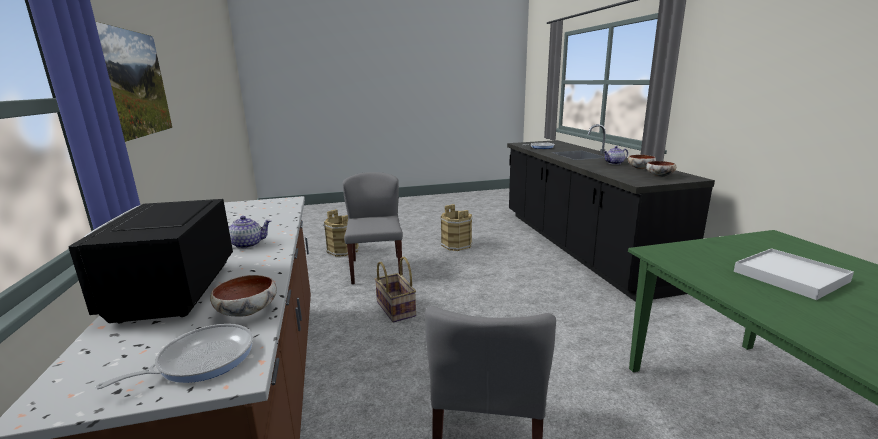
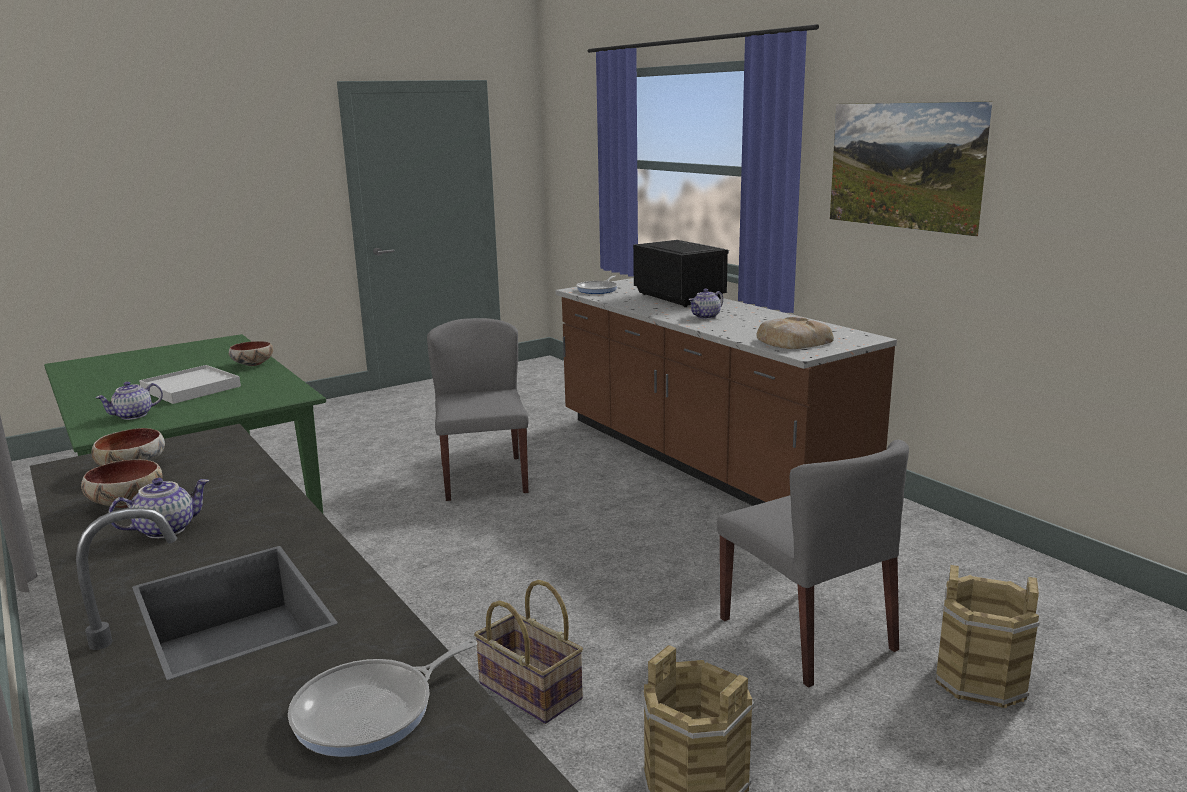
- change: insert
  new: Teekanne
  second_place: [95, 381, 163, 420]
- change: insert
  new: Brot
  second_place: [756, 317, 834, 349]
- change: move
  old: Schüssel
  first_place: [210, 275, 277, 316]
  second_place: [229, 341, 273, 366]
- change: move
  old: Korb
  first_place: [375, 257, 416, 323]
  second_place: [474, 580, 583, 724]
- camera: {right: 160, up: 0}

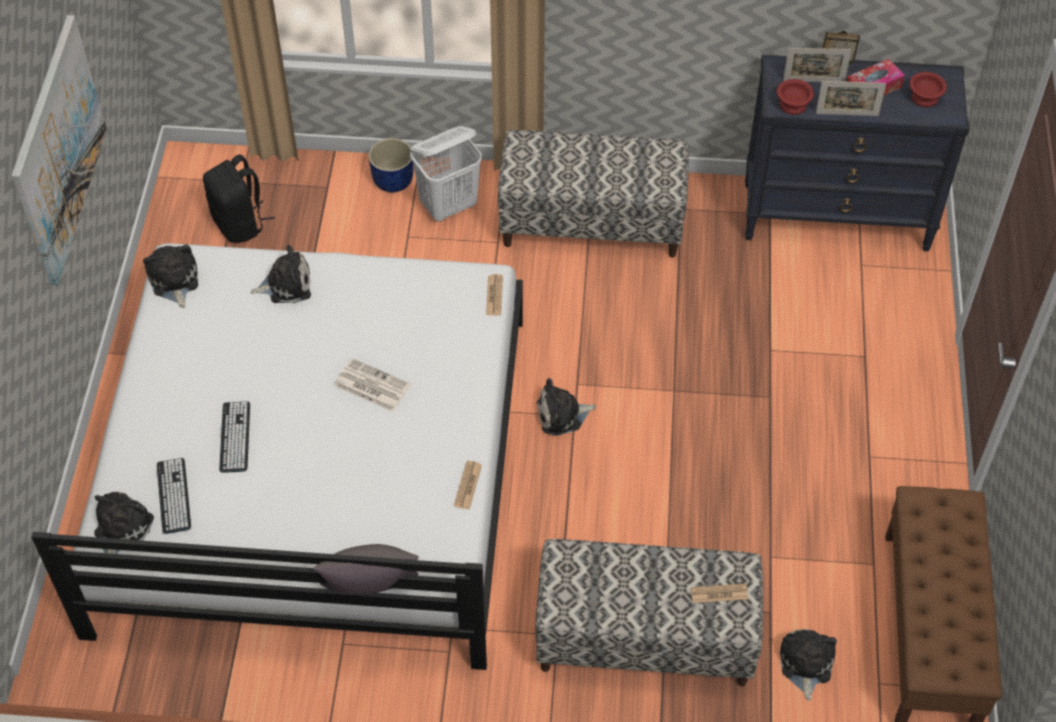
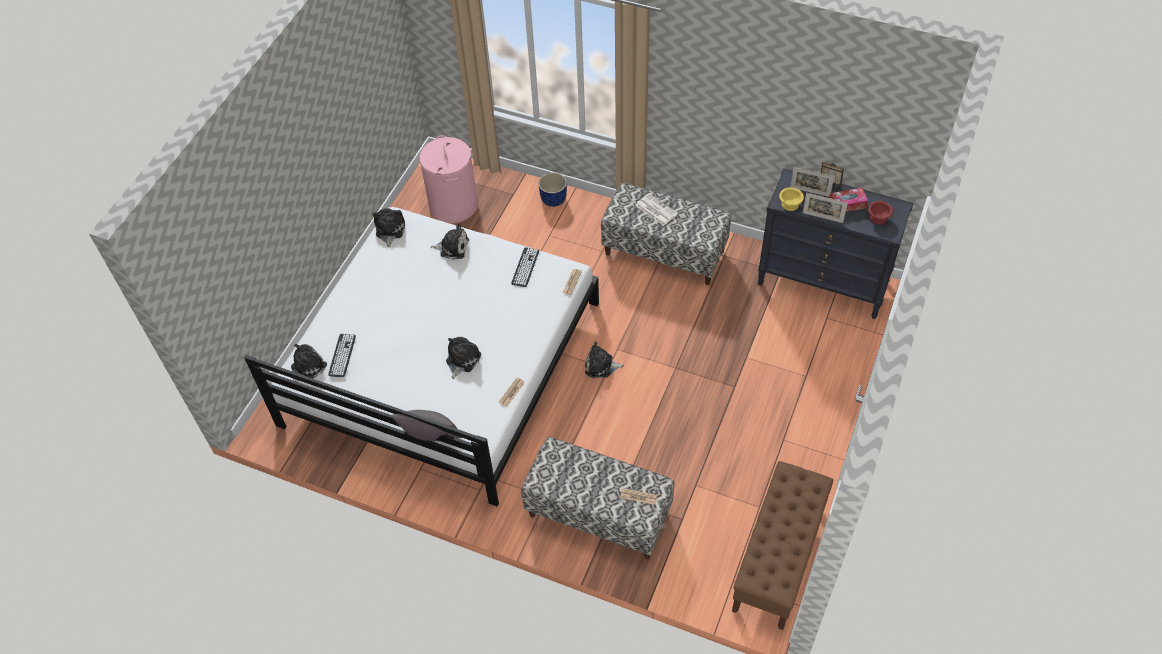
- change: delete
  old: Bild
  first_place: [12, 15, 107, 285]
- change: delete
  old: Wäschekorb (weiß)
  first_place: [410, 126, 482, 221]
- change: move
  old: Tastatur
  first_place: [219, 401, 250, 473]
  second_place: [511, 247, 539, 287]
- change: move
  old: Zeitung
  first_place: [334, 358, 411, 412]
  second_place: [635, 193, 678, 226]
- change: move
  old: Plüschtier
  first_place: [780, 629, 837, 701]
  second_place: [446, 337, 481, 379]
- change: replace
  old: Rucksack (schwarz)
  new: Wäschekorb (rosa)
  first_place: [203, 154, 275, 243]
  second_place: [419, 135, 478, 223]
- change: recolor
  old: Schüssel (rot)
  new: Schüssel (gelb)
  first_place: [777, 79, 814, 115]
  second_place: [779, 187, 804, 211]
- camera: {right: 20, up: 0}

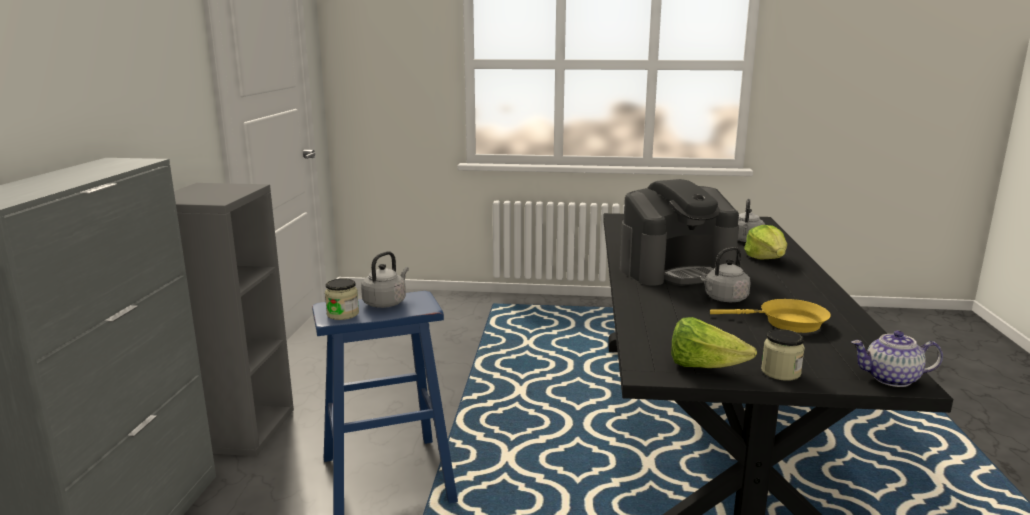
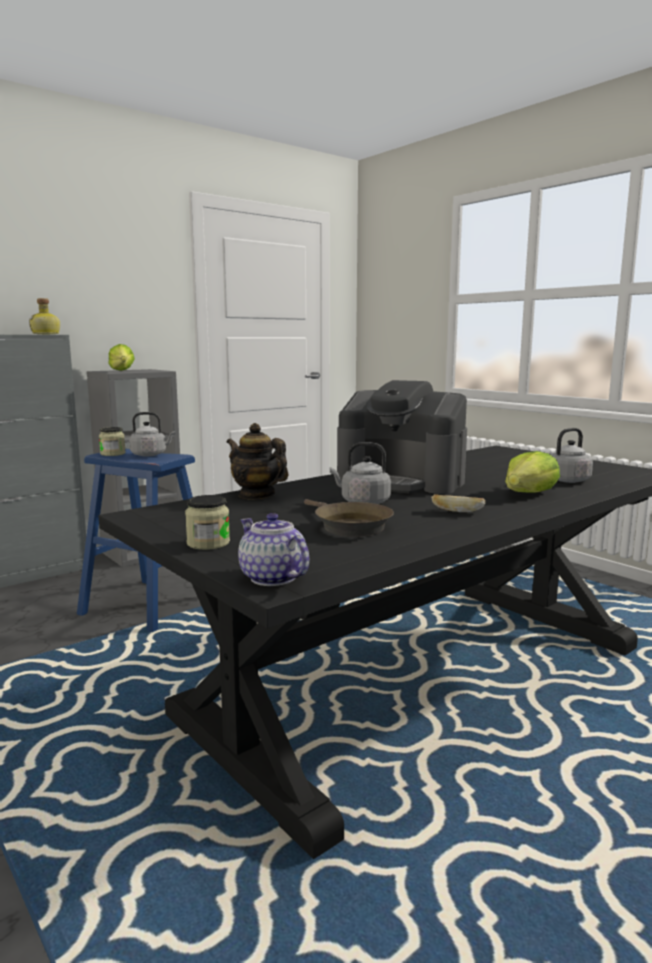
- change: insert
  new: Flasche
  second_place: [29, 298, 60, 334]
- change: insert
  new: Teekanne
  second_place: [227, 423, 288, 500]
- change: insert
  new: Brot
  second_place: [431, 494, 485, 512]
- change: move
  old: Salatkopf
  first_place: [671, 317, 757, 368]
  second_place: [108, 344, 135, 371]
- change: recolor
  old: Pfanne (gelb)
  new: Pfanne (braun)
  first_place: [710, 299, 831, 333]
  second_place: [304, 499, 394, 537]
- camera: {right: 45, up: -5}

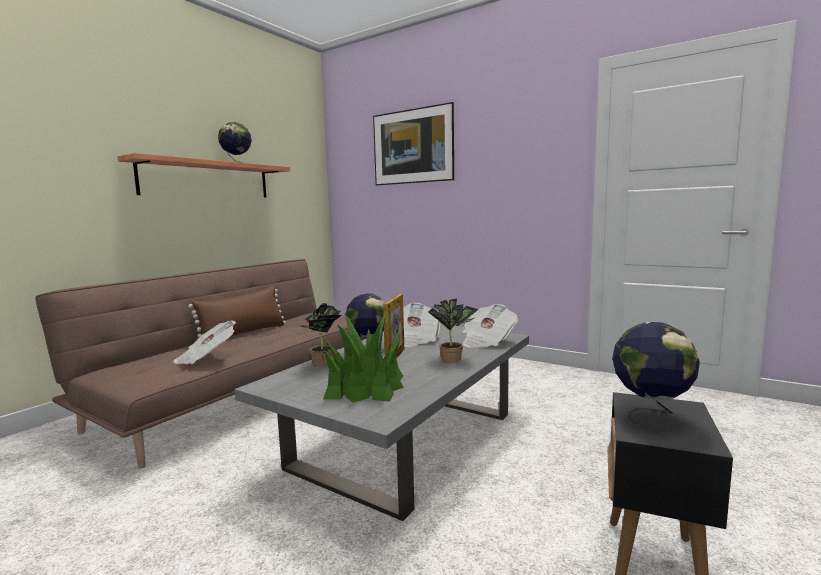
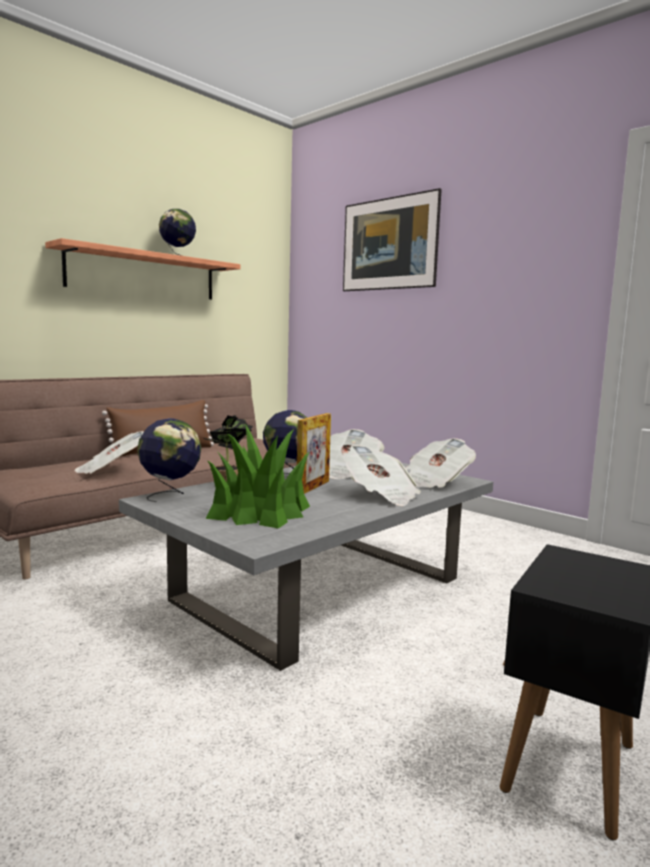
- change: move
  old: Globus
  first_place: [612, 322, 700, 432]
  second_place: [137, 418, 201, 502]
- change: replace
  old: Topfpflanze
  new: Zeitung
  first_place: [428, 299, 479, 363]
  second_place: [343, 445, 421, 506]
- camera: {right: 10, up: 0}

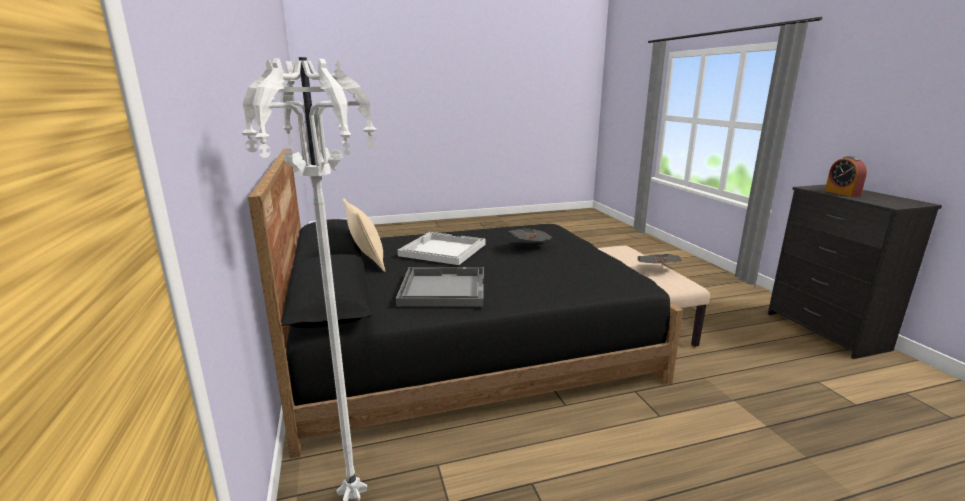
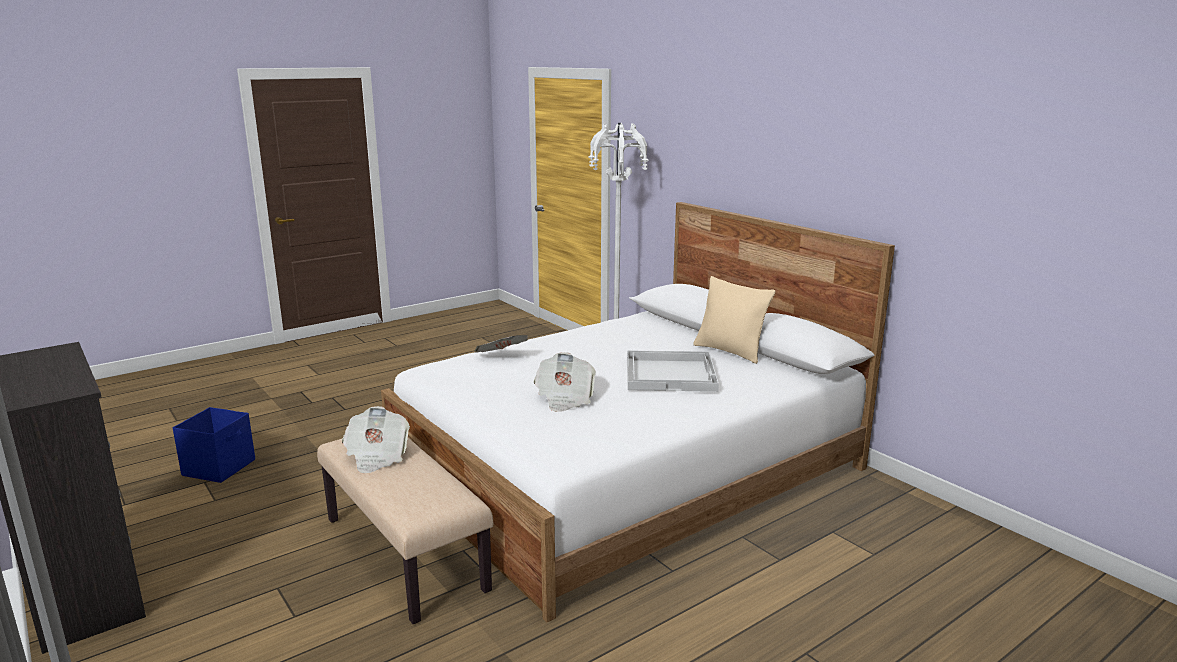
- change: delete
  old: Tablett (grau)
  first_place: [396, 267, 484, 306]
- change: delete
  old: Wecker
  first_place: [825, 156, 867, 197]
- change: insert
  new: Aufbewahrungsbox (blau)
  second_place: [173, 407, 255, 483]
- change: insert
  new: Zeitung
  second_place: [475, 335, 528, 353]
- change: recolor
  old: Bett (schwarz)
  new: Bett (weiß)
  first_place: [248, 148, 683, 458]
  second_place: [381, 202, 895, 623]
- camera: {right: 160, up: 0}

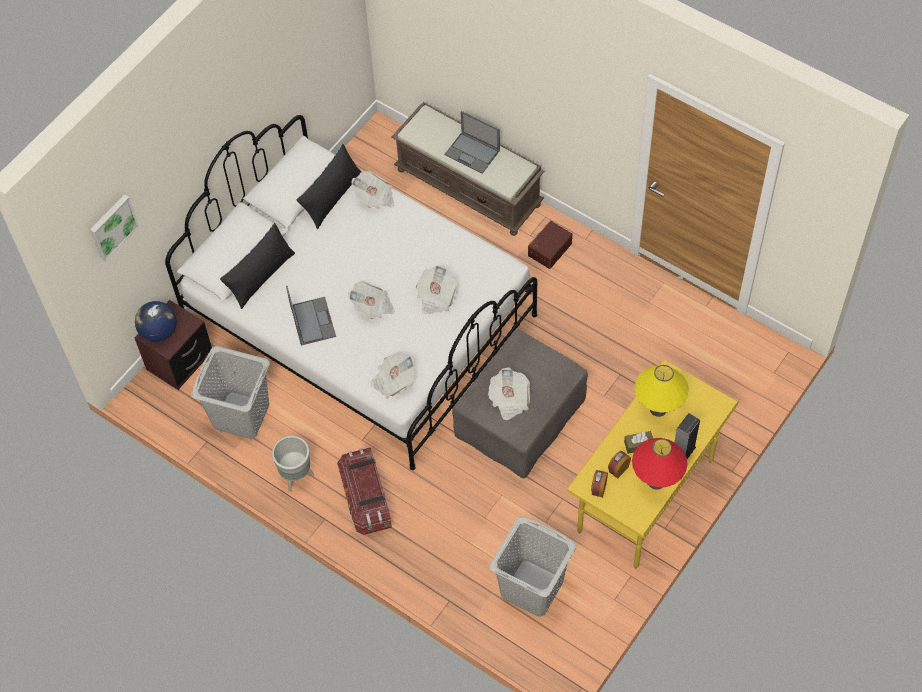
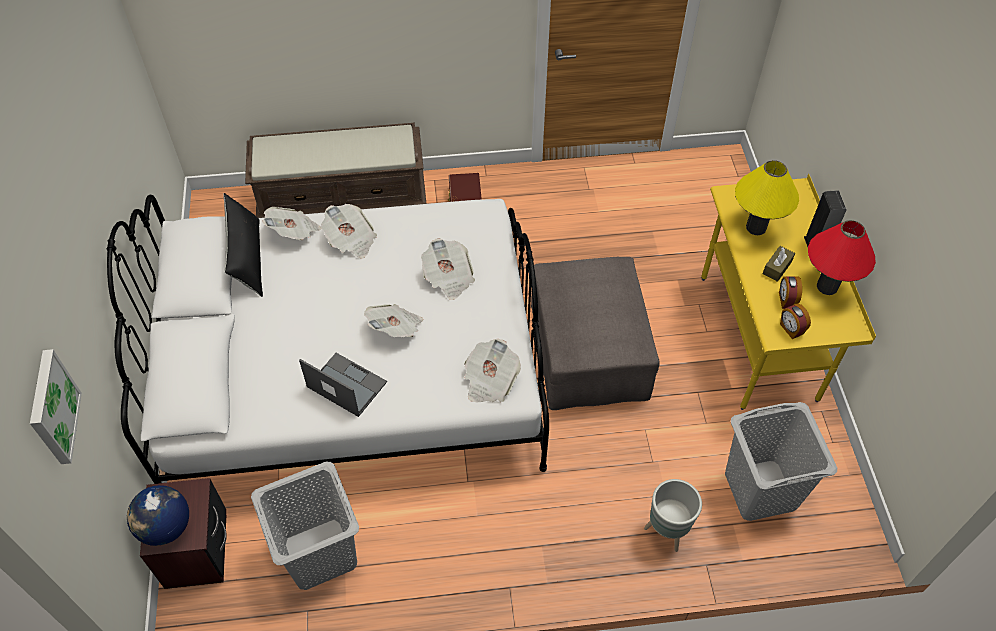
- change: delete
  old: Kissen (schwarz)
  first_place: [220, 223, 295, 309]
- change: delete
  old: Aufbewahrungsbox
  first_place: [337, 447, 392, 535]
- change: delete
  old: Laptop
  first_place: [444, 111, 500, 174]
- change: move
  old: Pflanzkübel (grau)
  first_place: [272, 436, 314, 492]
  second_place: [644, 479, 702, 552]
- change: move
  old: Zeitung
  first_place: [488, 368, 530, 420]
  second_place: [321, 204, 377, 259]
- camera: {right: -45, up: -5}

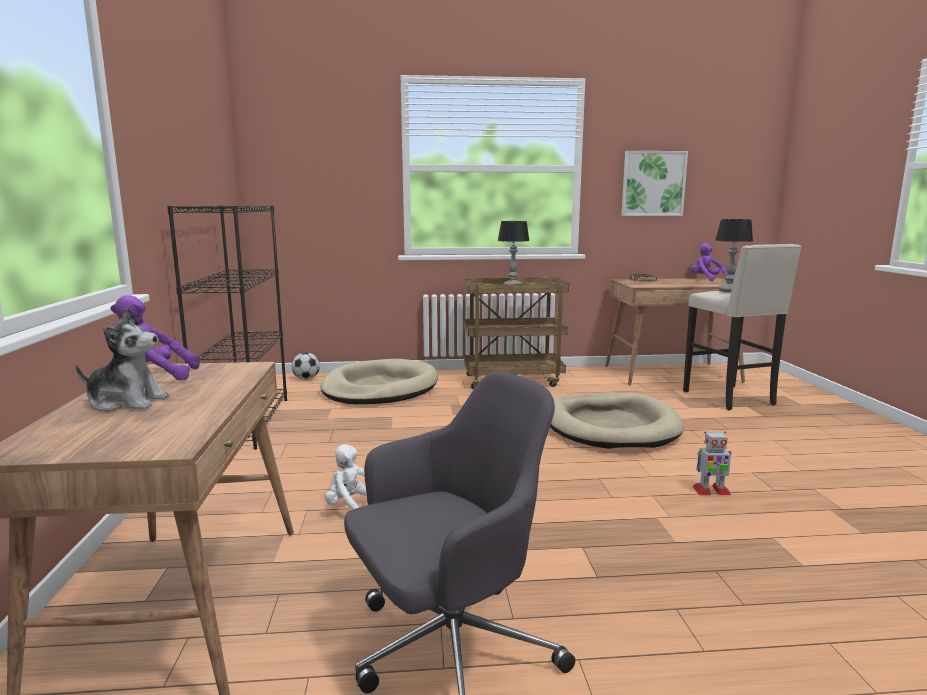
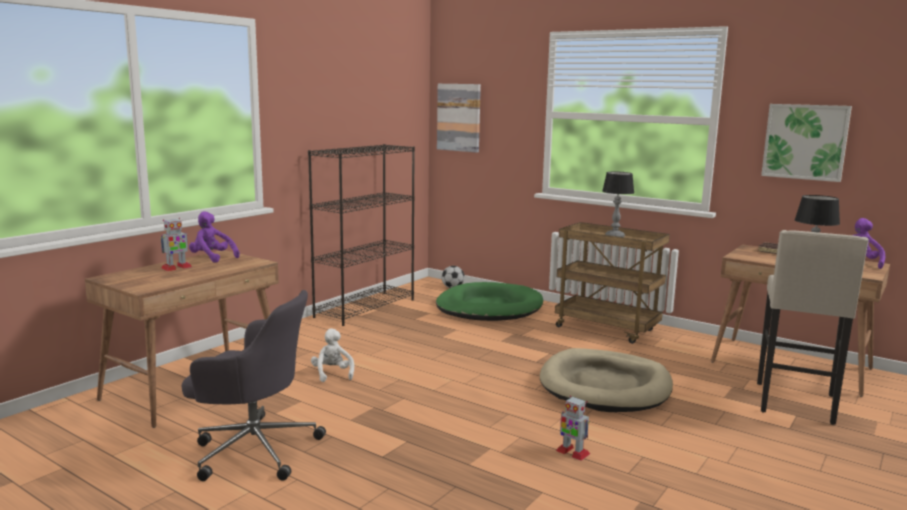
- change: insert
  new: Bild
  second_place: [437, 84, 481, 153]
- change: replace
  old: Plüschtier
  new: Spielzeugroboter
  first_place: [76, 308, 170, 412]
  second_place: [160, 218, 192, 271]
- change: recolor
  old: Hundebett (beige)
  new: Hundebett (grün)
  first_place: [320, 359, 438, 404]
  second_place: [436, 282, 543, 321]
- camera: {right: 40, up: 0}

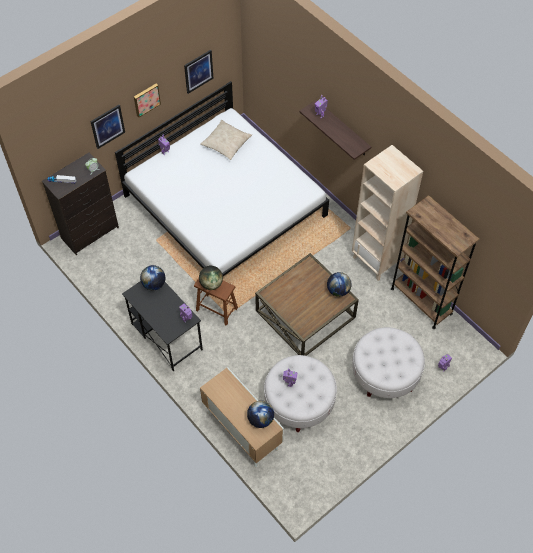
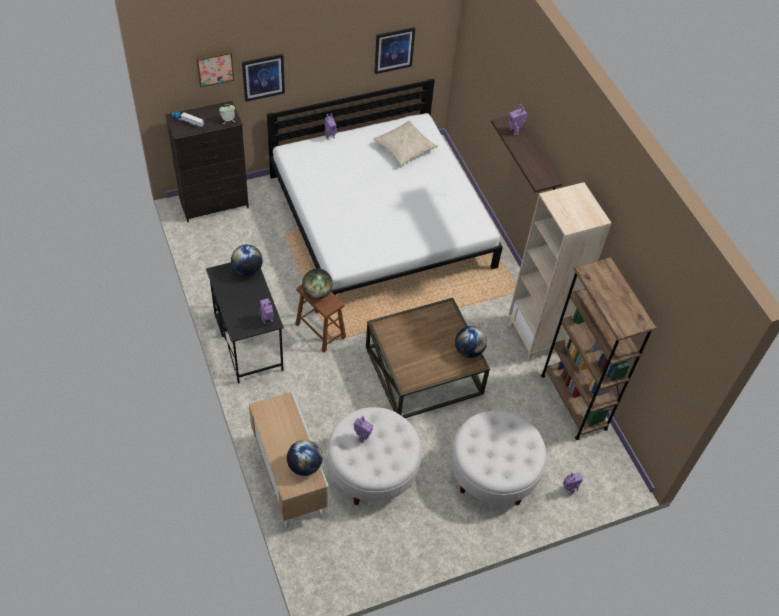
- change: move
  old: Bild
  first_place: [134, 84, 161, 117]
  second_place: [196, 50, 234, 87]
- camera: {right: 15, up: -5}

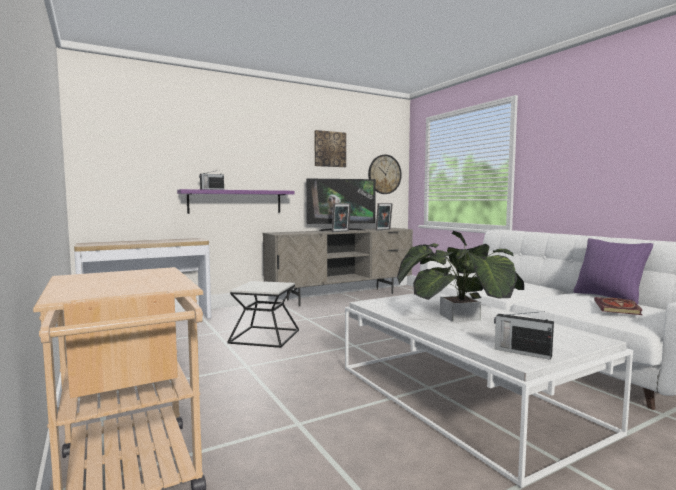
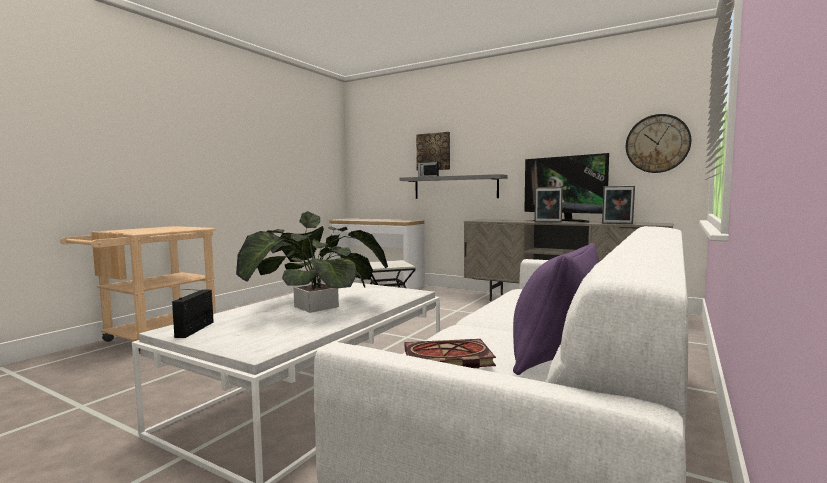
- change: move
  old: Bild
  first_place: [315, 130, 346, 167]
  second_place: [416, 132, 450, 171]
- change: recolor
  old: Wandregal (lila)
  new: Wandregal (grau)
  first_place: [177, 189, 295, 214]
  second_place: [400, 174, 507, 199]
- camera: {right: 60, up: 0}

